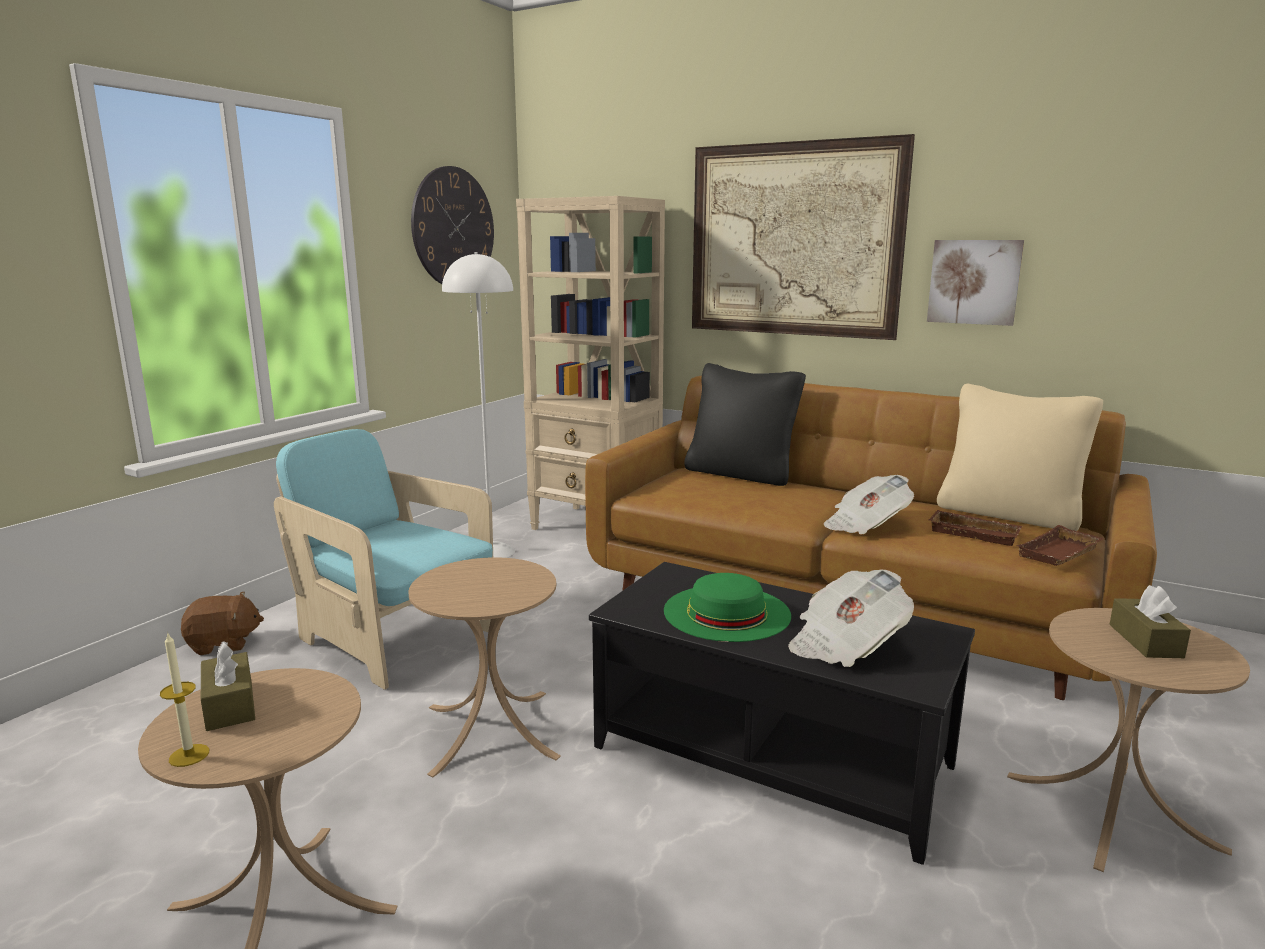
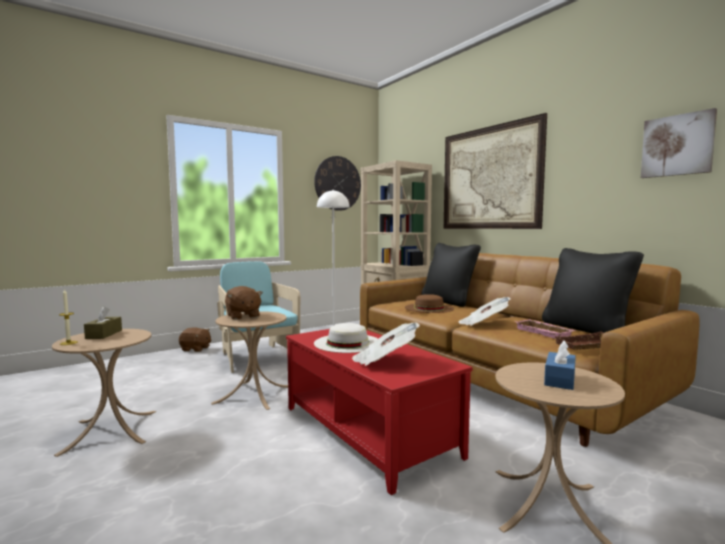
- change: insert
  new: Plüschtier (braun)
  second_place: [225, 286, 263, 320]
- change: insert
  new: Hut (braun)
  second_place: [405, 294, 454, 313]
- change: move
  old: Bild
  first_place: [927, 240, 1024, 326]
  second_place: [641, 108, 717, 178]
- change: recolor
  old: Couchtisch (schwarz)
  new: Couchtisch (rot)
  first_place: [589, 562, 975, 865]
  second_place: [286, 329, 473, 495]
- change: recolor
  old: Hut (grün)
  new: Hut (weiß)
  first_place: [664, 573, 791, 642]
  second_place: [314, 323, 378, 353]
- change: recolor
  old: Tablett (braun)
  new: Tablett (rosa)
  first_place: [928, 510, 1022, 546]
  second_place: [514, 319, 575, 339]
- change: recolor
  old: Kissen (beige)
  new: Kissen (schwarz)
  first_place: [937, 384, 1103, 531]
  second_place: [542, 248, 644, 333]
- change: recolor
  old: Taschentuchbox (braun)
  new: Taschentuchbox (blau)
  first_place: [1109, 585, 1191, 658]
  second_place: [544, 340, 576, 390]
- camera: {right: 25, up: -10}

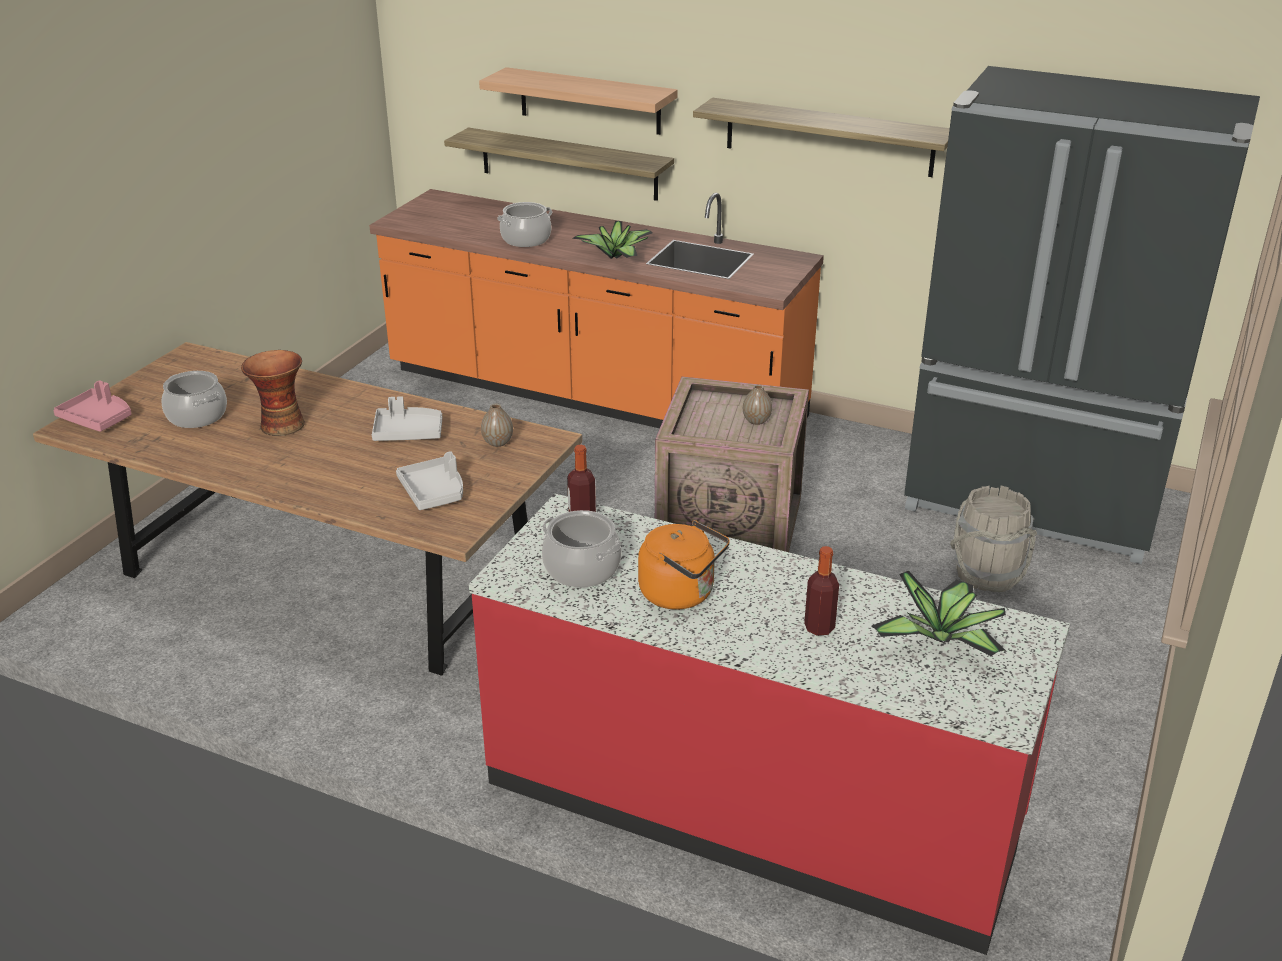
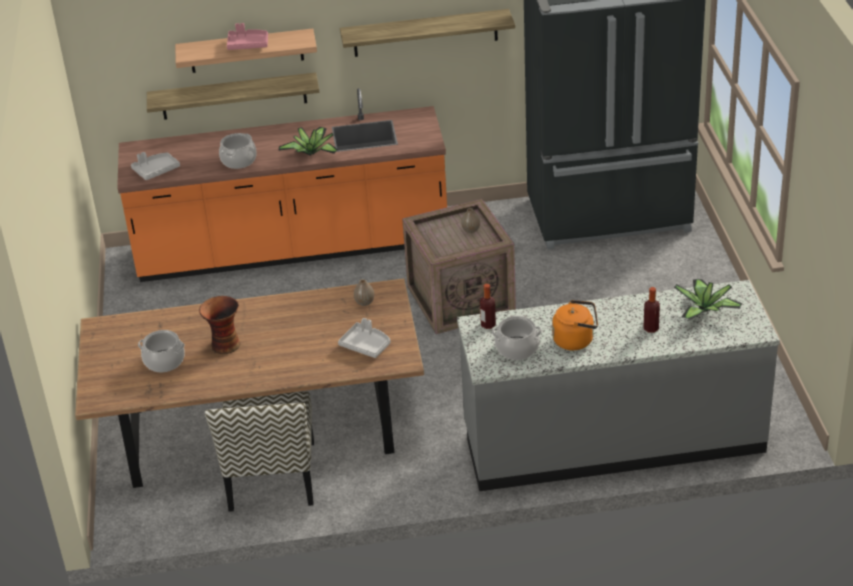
- change: delete
  old: Eimer (grau)
  first_place: [950, 486, 1037, 592]
- change: insert
  new: Stuhl
  second_place: [205, 392, 314, 512]
- change: move
  old: Tablett (rosa)
  first_place: [53, 380, 132, 432]
  second_place: [227, 23, 268, 50]
- change: move
  old: Tablett (grau)
  first_place: [372, 396, 442, 441]
  second_place: [131, 152, 180, 180]
- change: recolor
  old: Küchenzeile (rot)
  new: Küchenzeile (grau)
  first_place: [469, 494, 1070, 955]
  second_place: [457, 280, 780, 491]
- camera: {right: -30, up: 5}

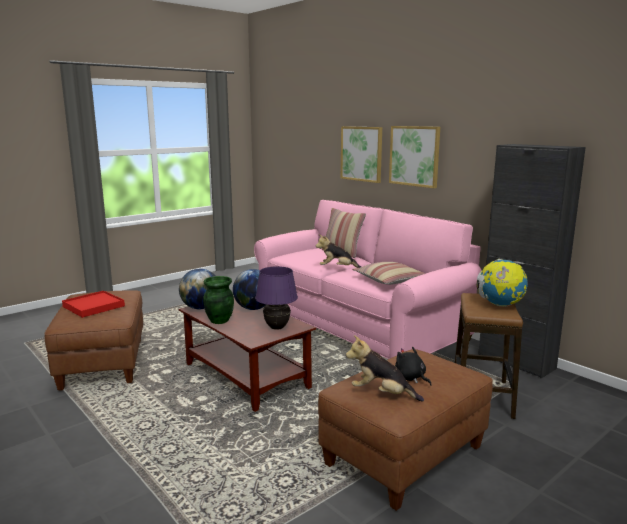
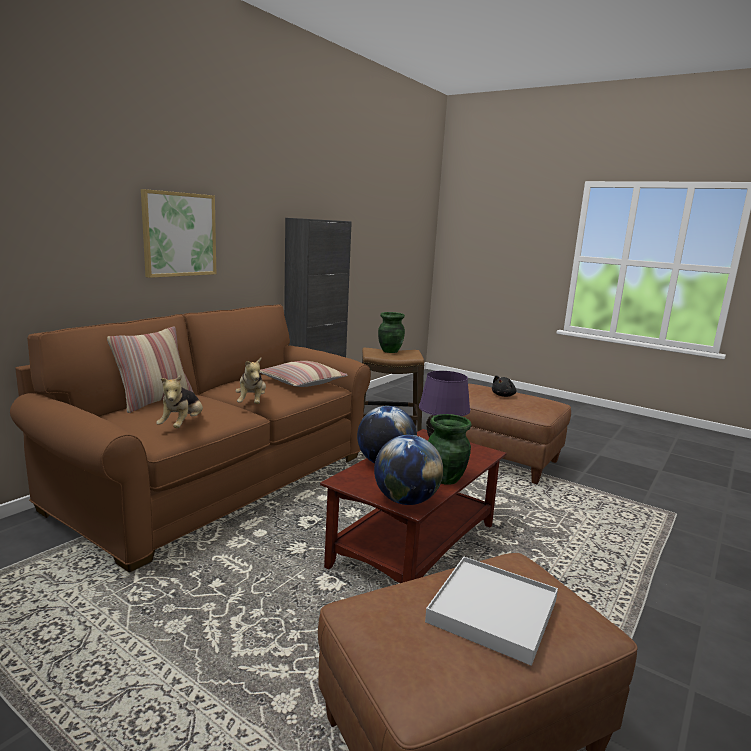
- change: delete
  old: Bild
  first_place: [341, 126, 382, 183]
- change: move
  old: Plüschtier
  first_place: [346, 335, 424, 402]
  second_place: [156, 375, 203, 428]
- change: replace
  old: Globus
  new: Vase (grün)
  first_place: [477, 259, 528, 307]
  second_place: [378, 312, 405, 353]
- change: recolor
  old: Tablett (rot)
  new: Tablett (weiß)
  first_place: [62, 291, 125, 318]
  second_place: [425, 557, 558, 666]
- change: recolor
  old: Sofa (rosa)
  new: Sofa (braun)
  first_place: [254, 200, 482, 359]
  second_place: [10, 304, 371, 573]
- camera: {right: -105, up: 0}

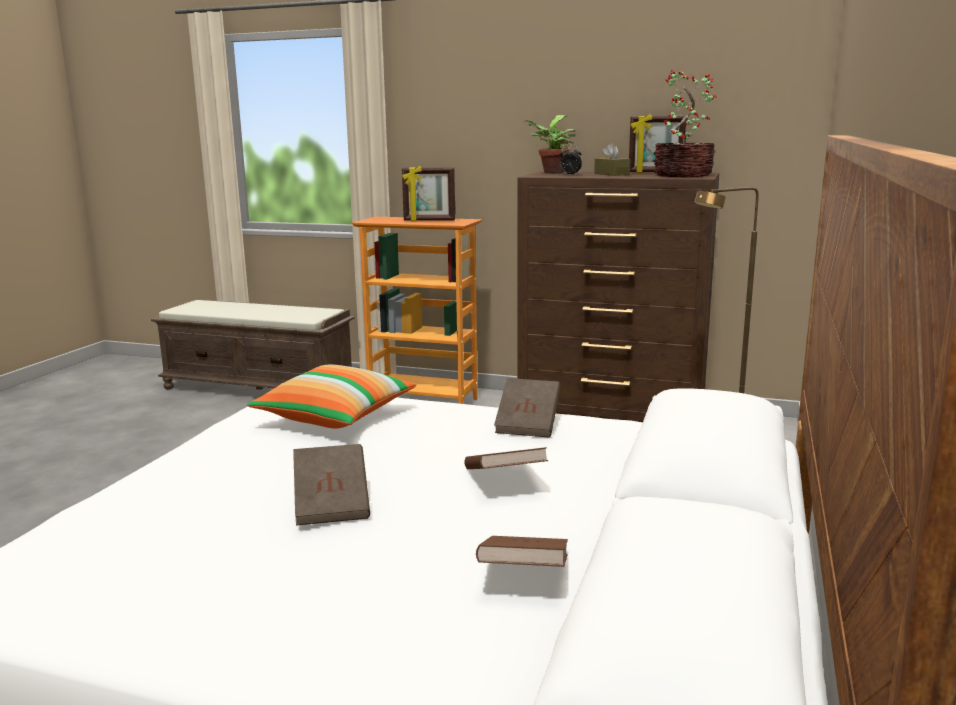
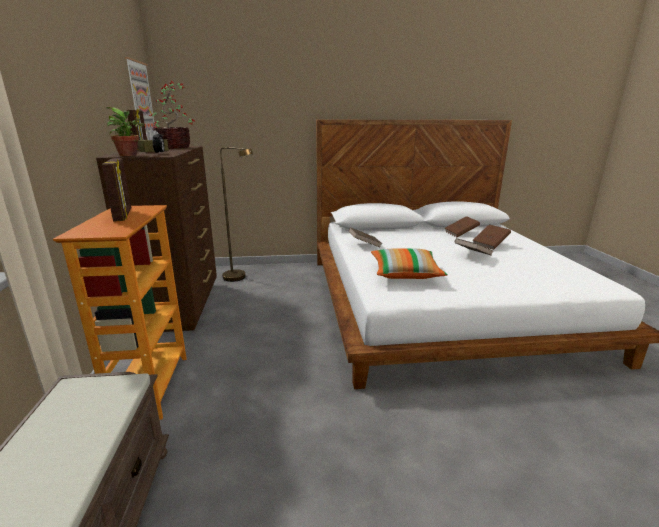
- change: insert
  new: Bild
  second_place: [125, 57, 155, 136]
- change: move
  old: Buch (braun)
  first_place: [464, 447, 548, 469]
  second_place: [473, 225, 511, 250]
- camera: {right: -115, up: 5}

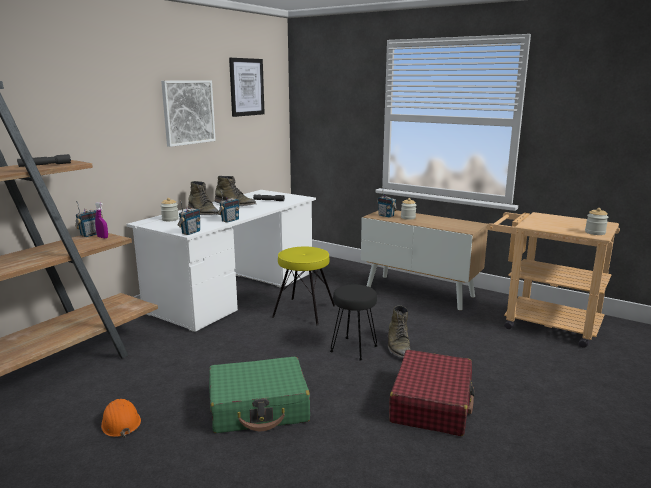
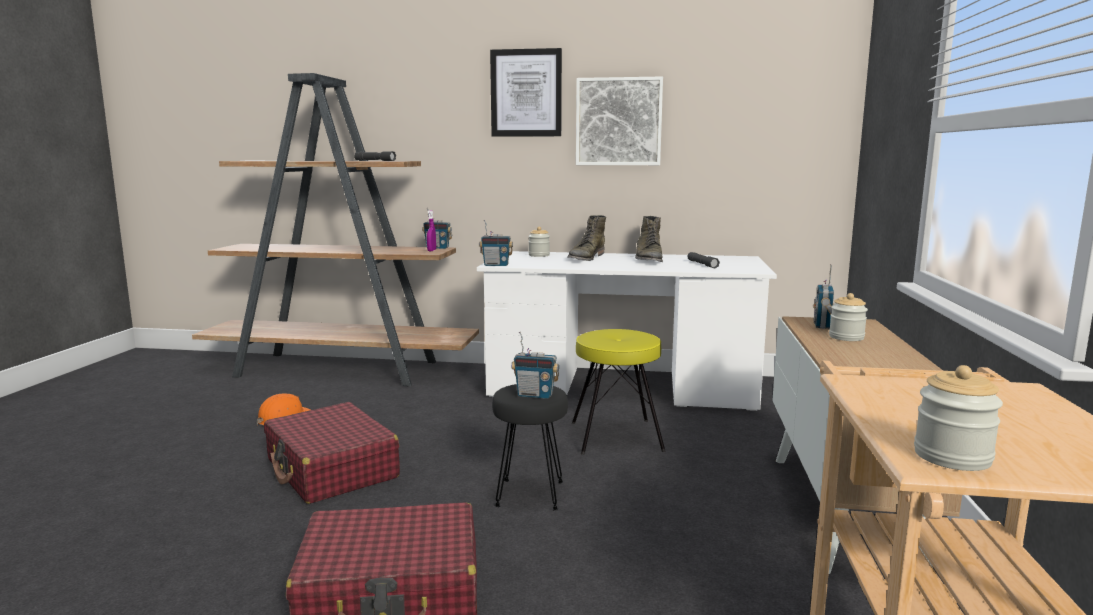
- change: delete
  old: Stiefel (grün)
  first_place: [388, 305, 410, 358]
- change: move
  old: Radio
  first_place: [218, 190, 240, 223]
  second_place: [511, 332, 559, 399]
- change: move
  old: Bild
  first_place: [229, 58, 265, 117]
  second_place: [490, 48, 562, 137]
- change: recolor
  old: Koffer (grün)
  new: Koffer (rot)
  first_place: [209, 357, 310, 433]
  second_place: [264, 402, 400, 504]
- camera: {right: 65, up: -5}

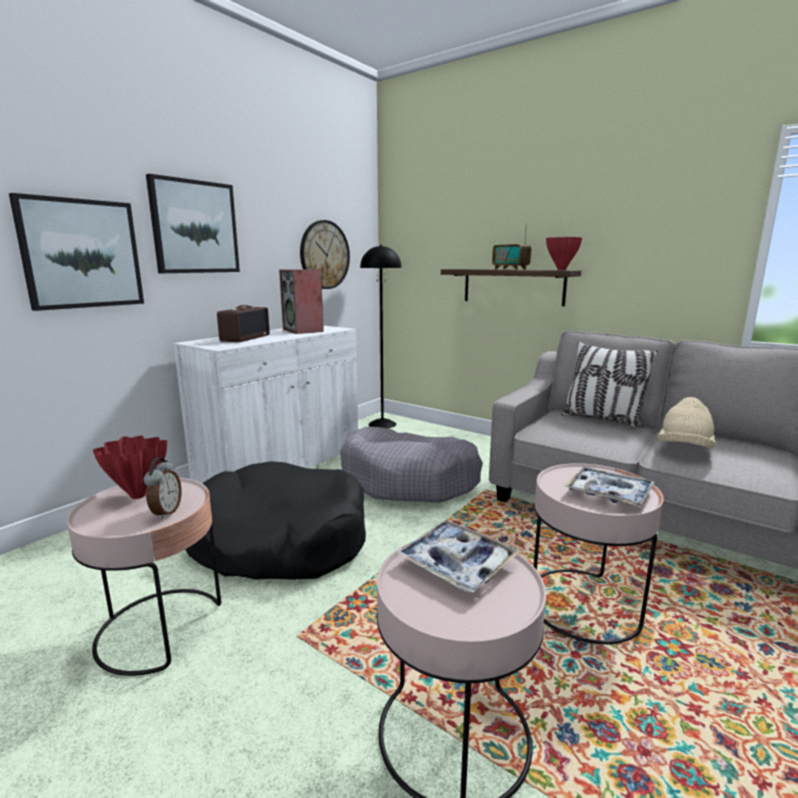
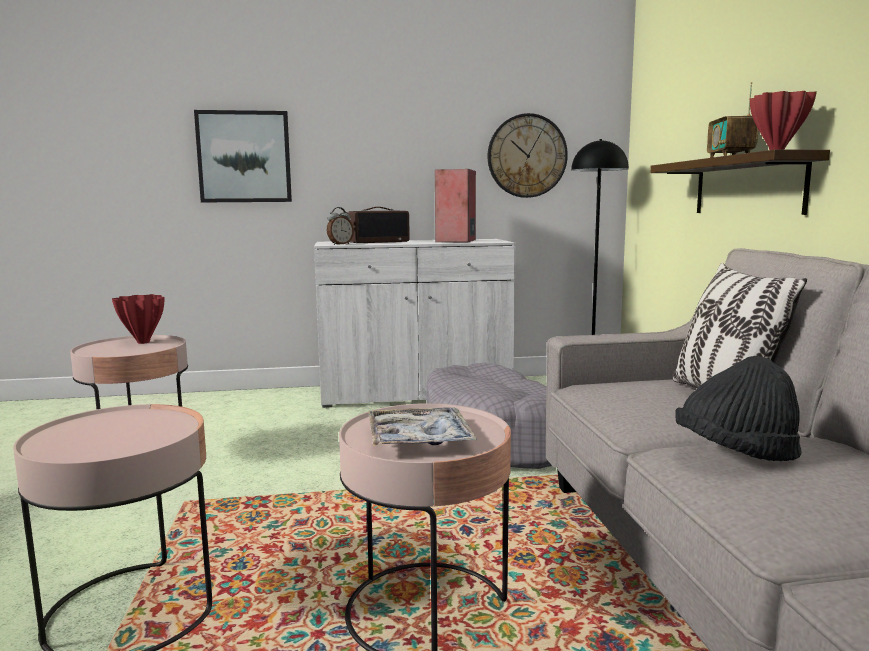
- change: delete
  old: Bild
  first_place: [146, 174, 240, 273]
- change: delete
  old: Hundebett (schwarz)
  first_place: [185, 461, 366, 580]
- change: delete
  old: Tablett
  first_place: [396, 521, 521, 593]
- change: move
  old: Wecker
  first_place: [144, 458, 182, 519]
  second_place: [327, 207, 354, 245]
- change: recolor
  old: Hut (beige)
  new: Hut (schwarz)
  first_place: [657, 397, 717, 449]
  second_place: [675, 356, 802, 461]
- camera: {right: 45, up: -5}

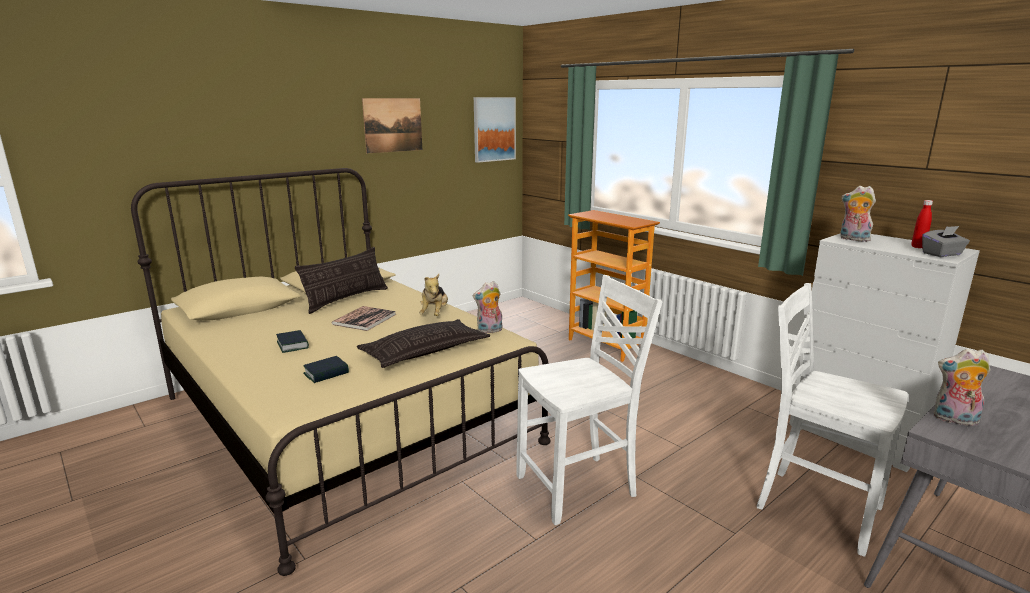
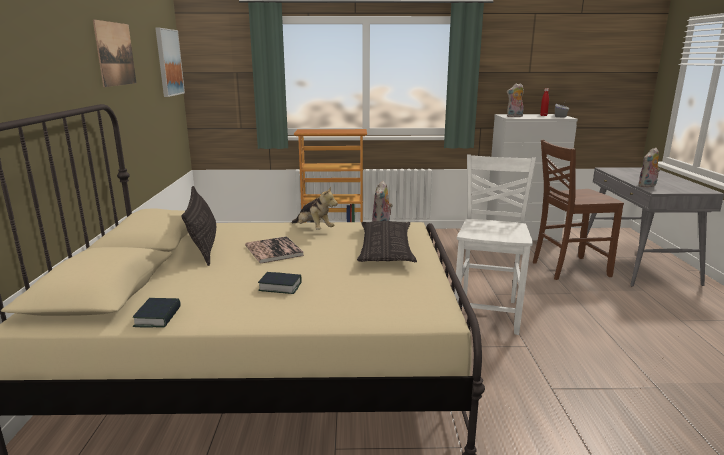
- change: move
  old: Buch
  first_place: [303, 356, 349, 383]
  second_place: [132, 298, 181, 328]
- change: recolor
  old: Stuhl (weiß)
  new: Stuhl (braun)
  first_place: [757, 283, 908, 557]
  second_place: [533, 140, 624, 280]
- camera: {right: -50, up: 0}

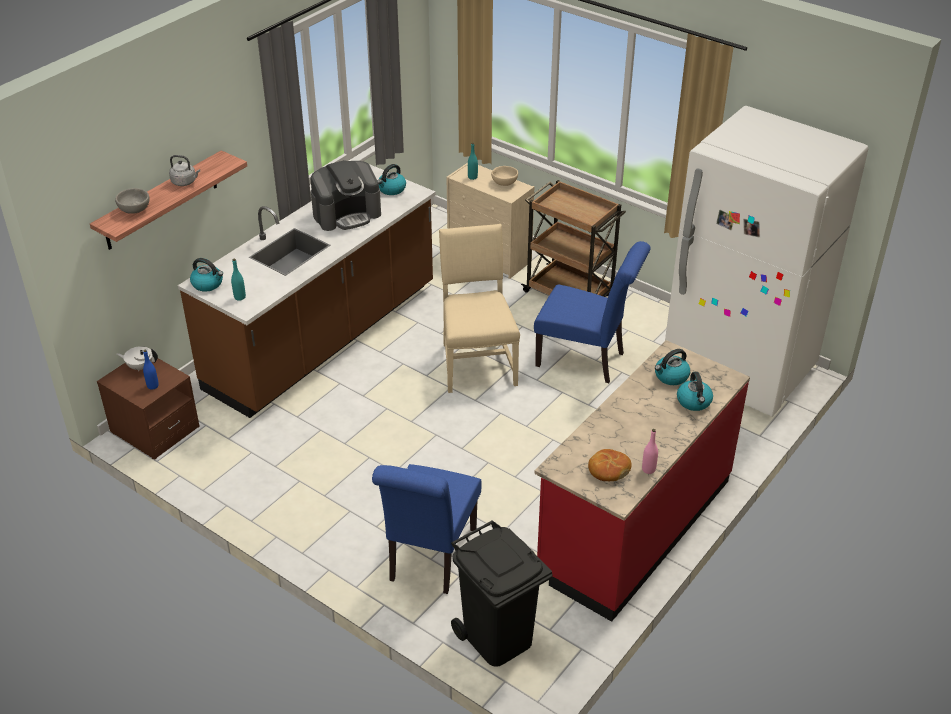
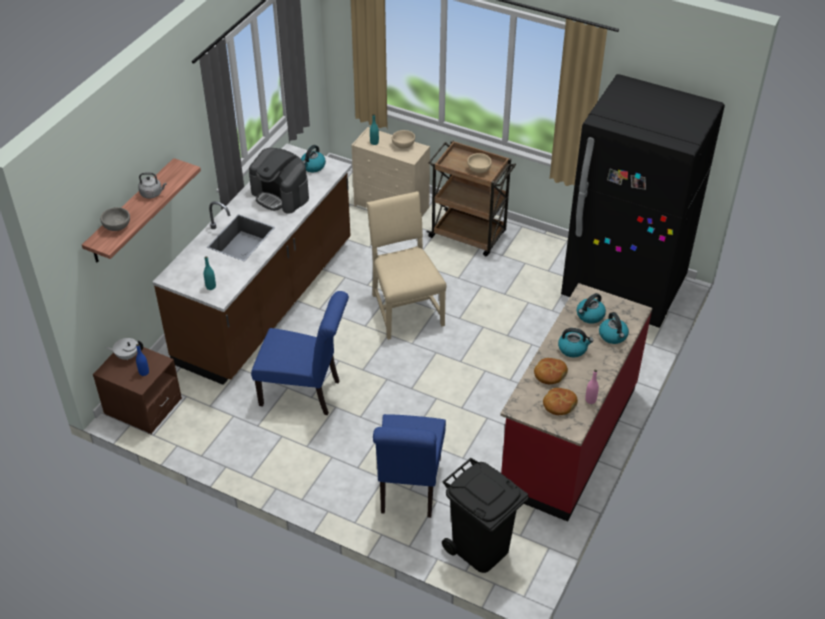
- change: insert
  new: Schüssel (beige)
  second_place: [467, 153, 492, 173]
- change: insert
  new: Brot
  second_place: [534, 358, 568, 384]
- change: move
  old: Wasserkessel
  first_place: [190, 258, 223, 292]
  second_place: [558, 328, 593, 357]
- change: move
  old: Stuhl (blau)
  first_place: [534, 241, 651, 383]
  second_place: [251, 291, 349, 415]
- change: recolor
  old: Kühlschrank (weiß)
  new: Kühlschrank (schwarz)
  first_place: [665, 106, 868, 417]
  second_place: [561, 74, 725, 328]
- change: rotate
  old: Kaffeemaschine
  first_place: [311, 160, 381, 231]
  second_place: [249, 148, 309, 214]
  degrees: 75
- camera: {right: -10, up: 5}

